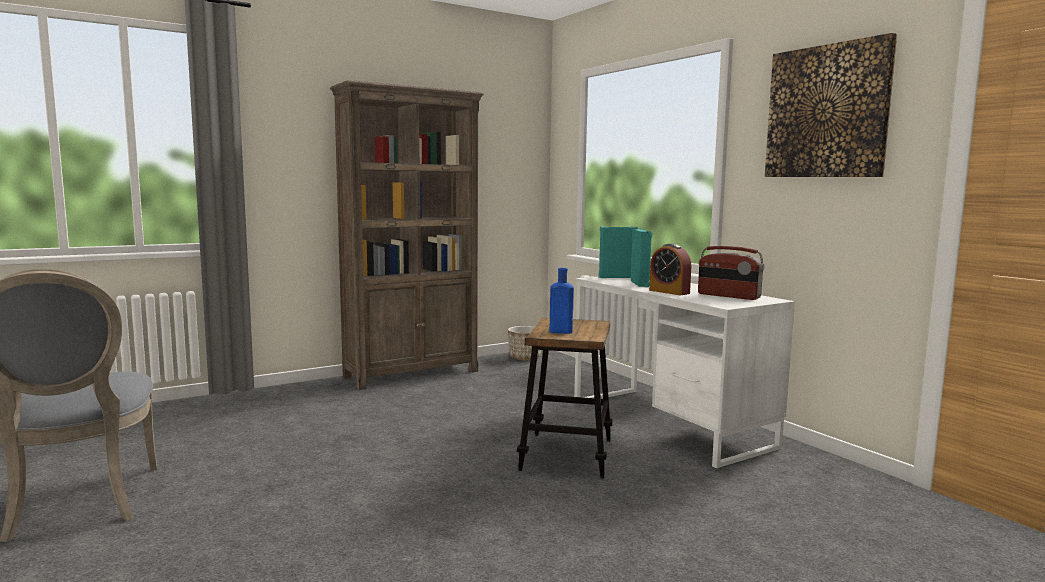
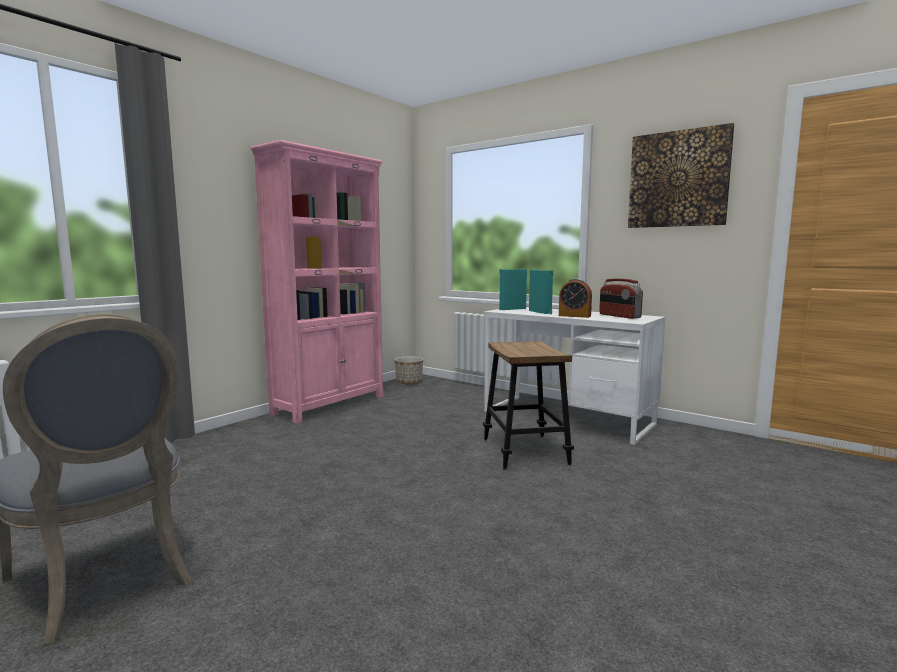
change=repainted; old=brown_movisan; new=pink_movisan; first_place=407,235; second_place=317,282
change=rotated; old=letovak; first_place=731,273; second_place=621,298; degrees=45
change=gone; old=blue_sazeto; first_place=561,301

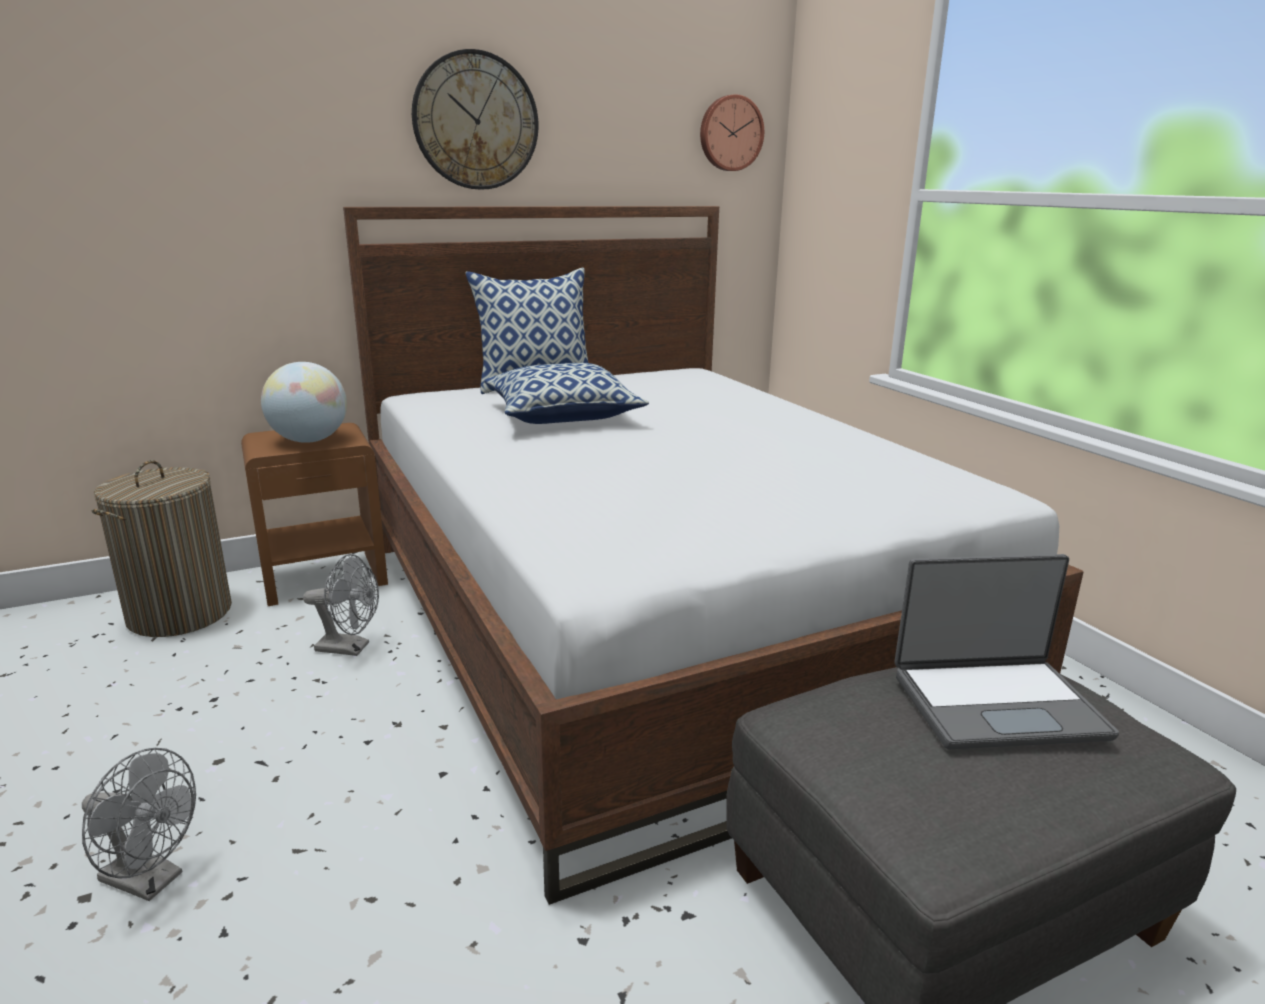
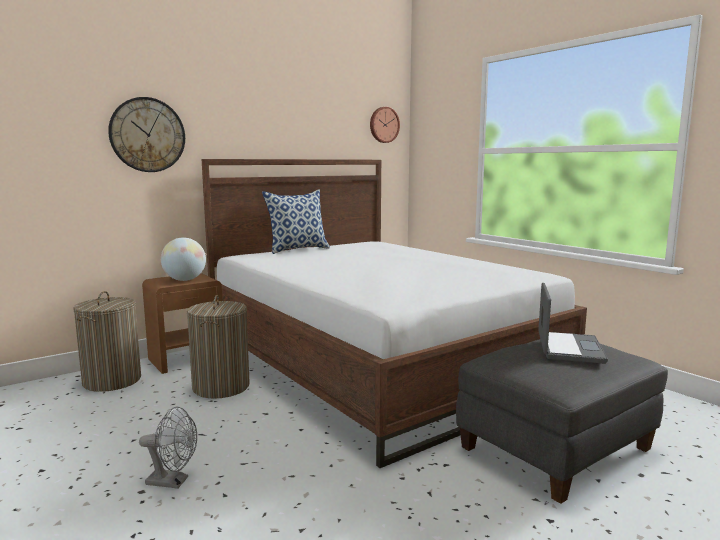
change=shifted; old=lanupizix; first_place=475,119; second_place=146,134
change=swapped; old=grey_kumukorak; new=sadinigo; first_place=341,605; second_place=218,347
change=rotated; old=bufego; first_place=1006,652; second_place=573,323; degrees=-60
change=gone; old=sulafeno; first_place=566,393

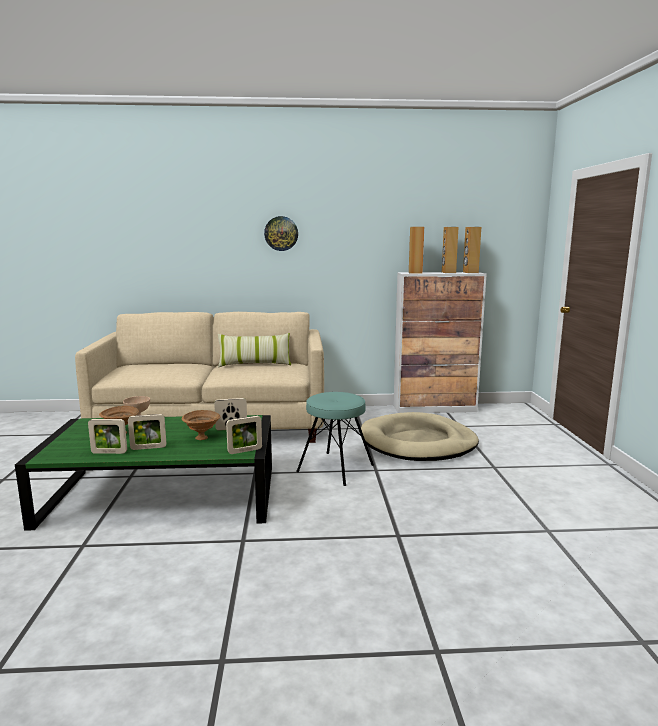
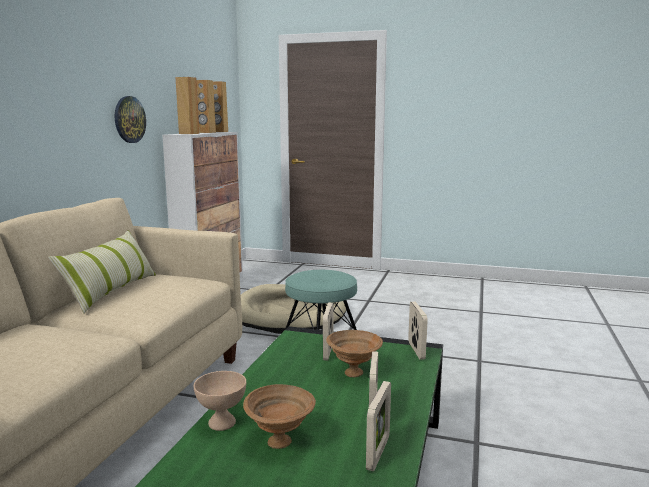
change=shifted; old=lanupizix; first_place=281,233; second_place=130,119

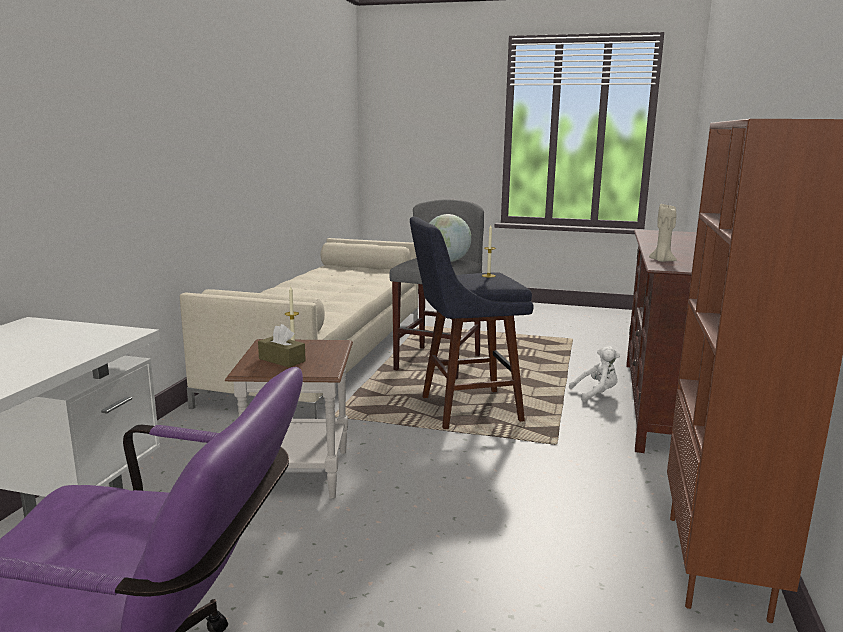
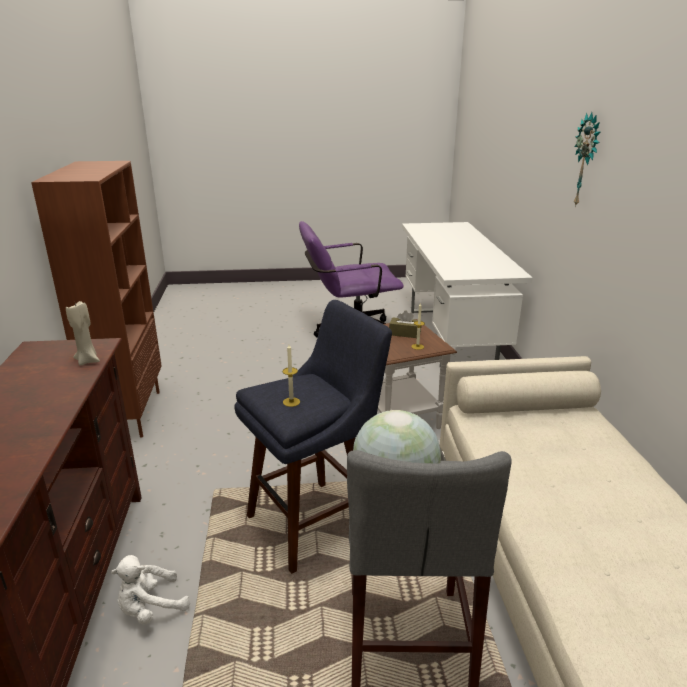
change=new; new=lanupizix; second_place=587,159

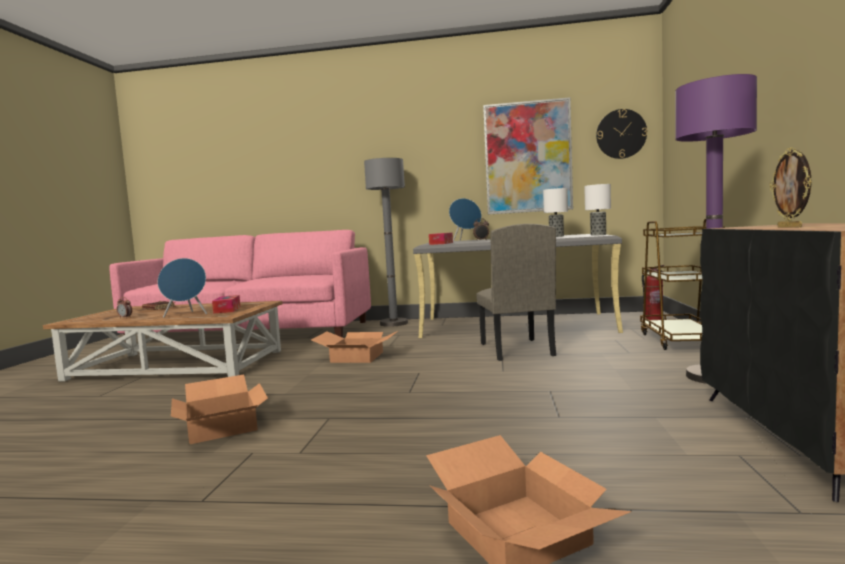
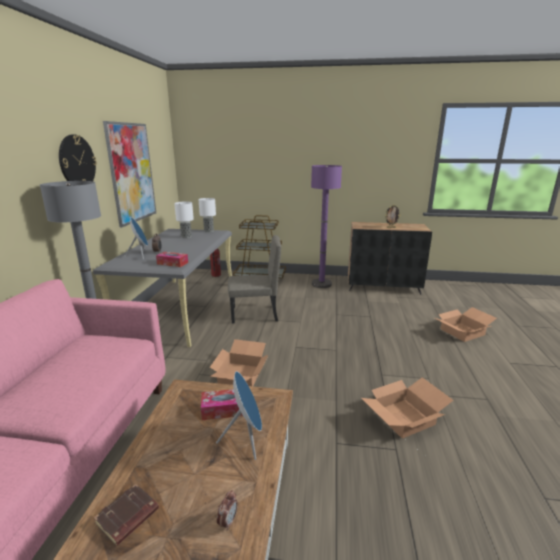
change=shifted; old=lanupizix; first_place=621,134; second_place=78,157

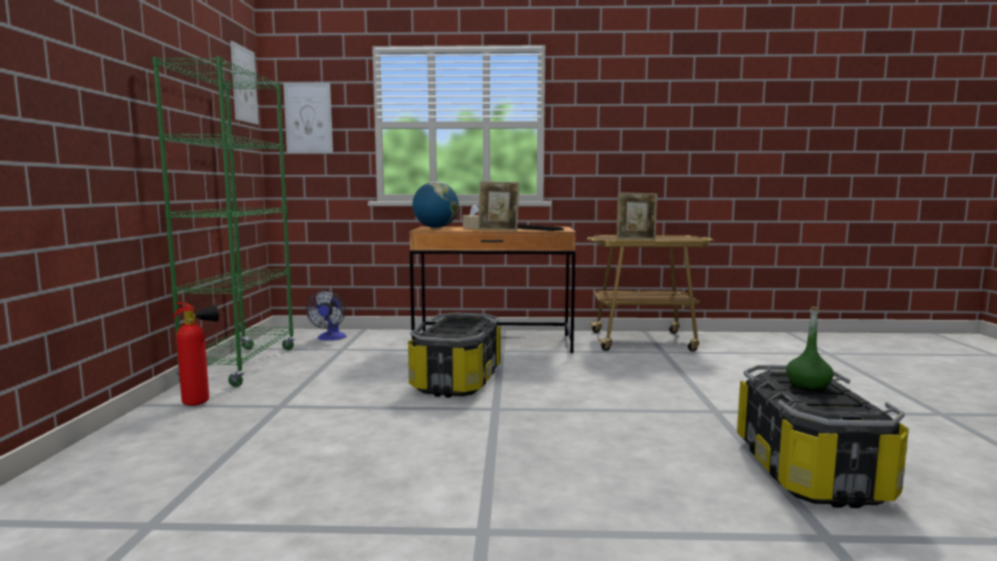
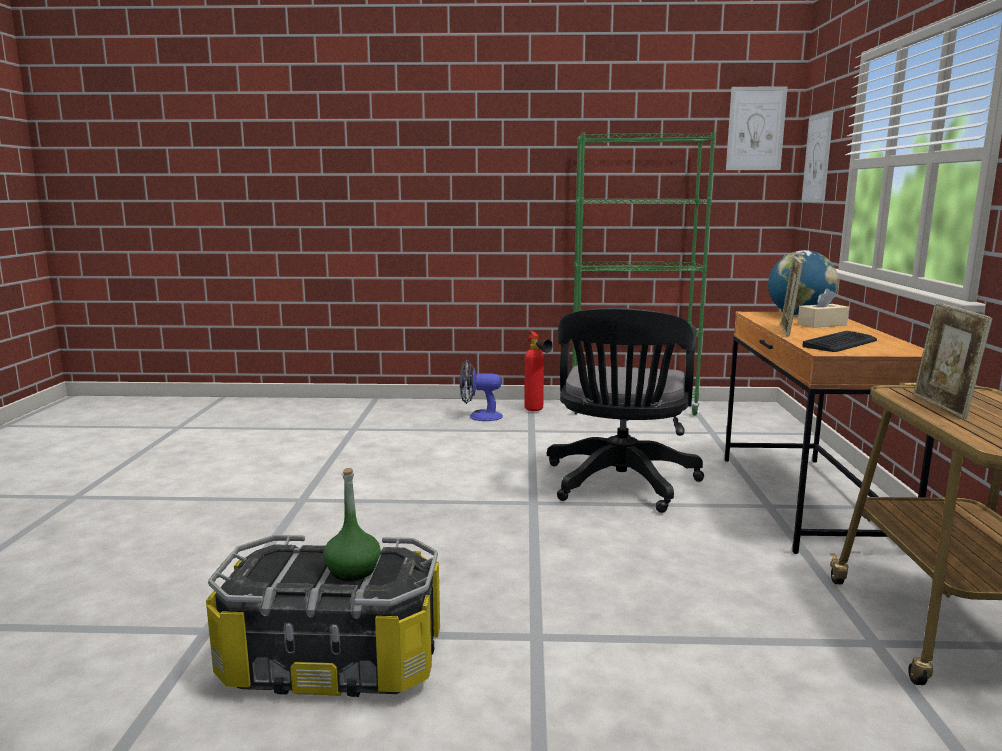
change=shifted; old=kumukorak; first_place=326,315; second_place=481,390
change=swapped; old=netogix; new=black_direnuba; first_place=454,355; second_place=625,410

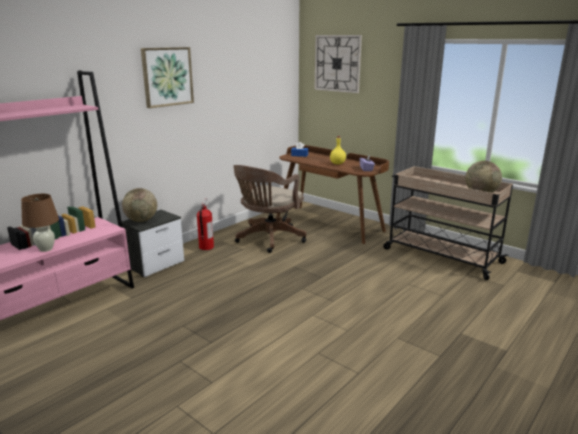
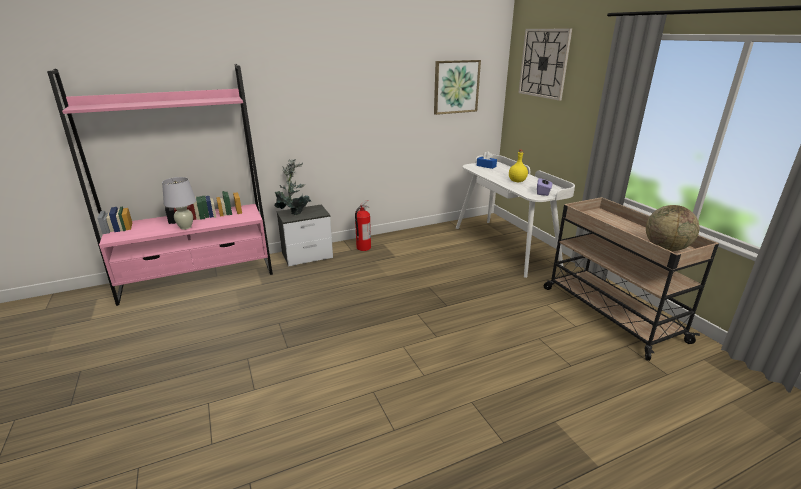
change=repainted; old=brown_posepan; new=white_posepan; first_place=40,223; second_place=179,203
change=swapped; old=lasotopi; new=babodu; first_place=139,205; second_place=292,187
change=shifted; old=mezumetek; first_place=167,77; second_place=457,87
change=repainted; old=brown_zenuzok; new=white_zenuzok; first_place=332,194; second_place=515,216
change=gone; old=brown_direnuba; first_place=270,209

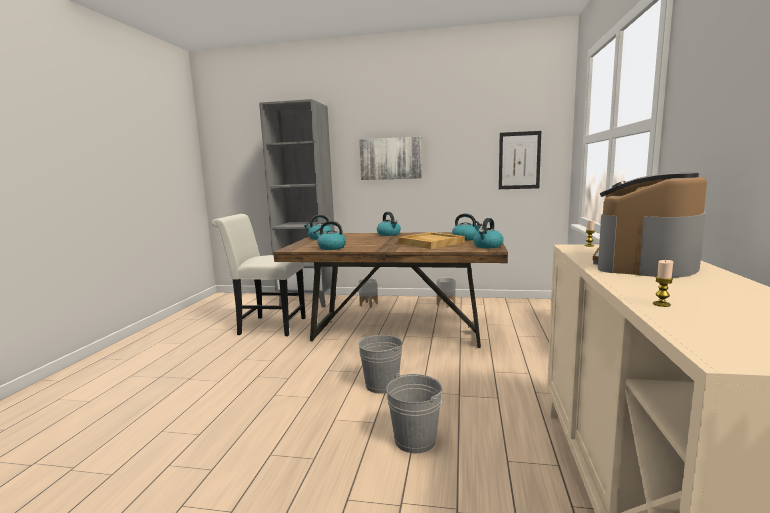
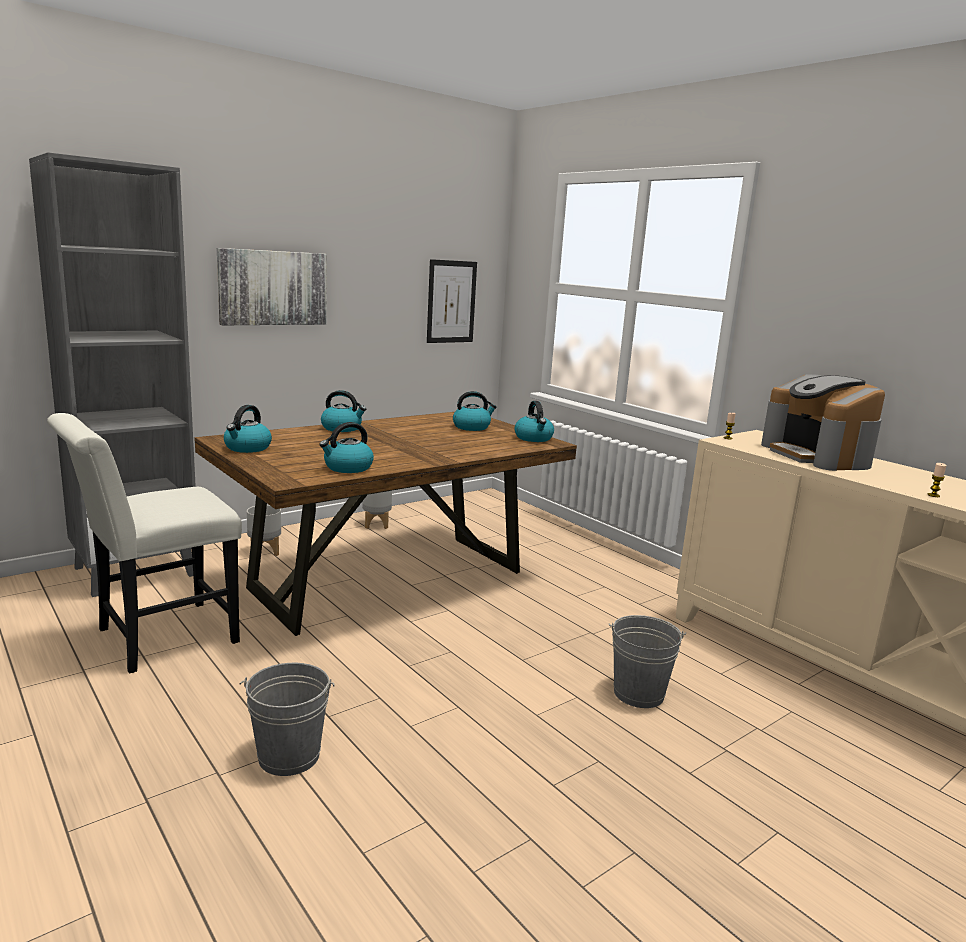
change=shifted; old=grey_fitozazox; first_place=380,364; second_place=287,719
change=gone; old=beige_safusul; first_place=431,240

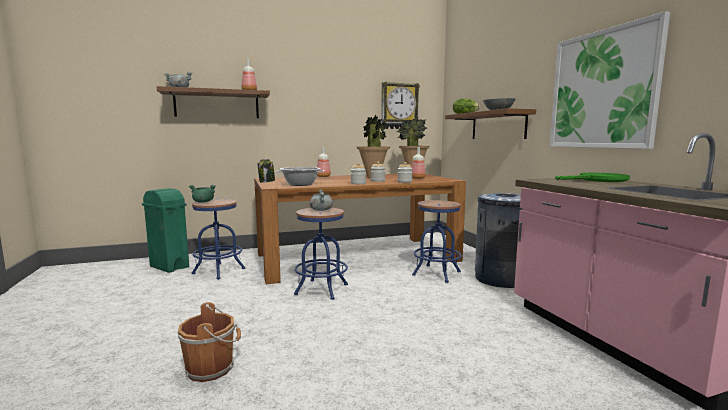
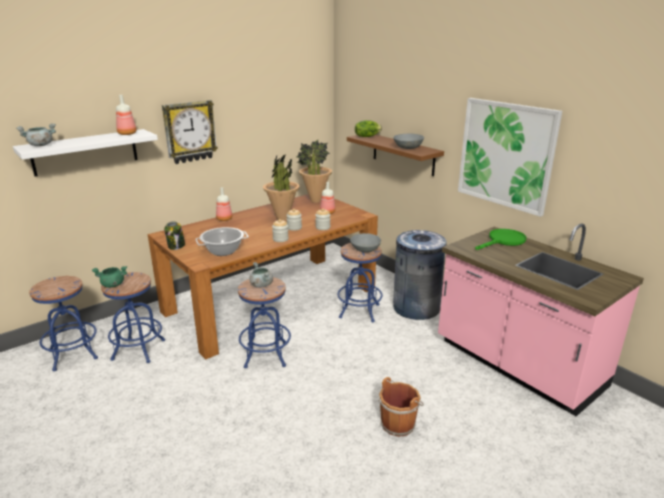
change=repainted; old=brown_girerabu; new=white_girerabu; first_place=213,102; second_place=85,153
change=swapped; old=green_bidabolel; new=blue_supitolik; first_place=165,230; second_place=63,323
change=shifted; old=lanupizix; first_place=400,105; second_place=190,132
change=new; new=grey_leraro; second_place=365,243
change=shifted; old=brown_fitozazox; first_place=209,342; second_place=401,407

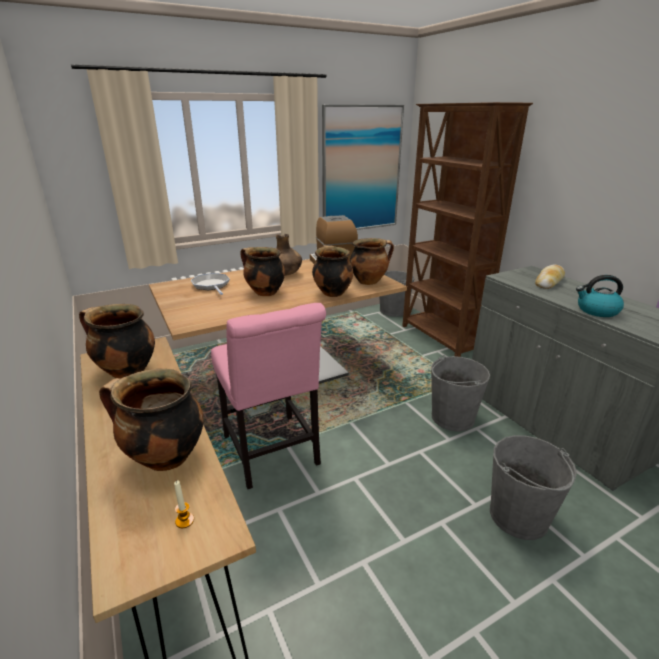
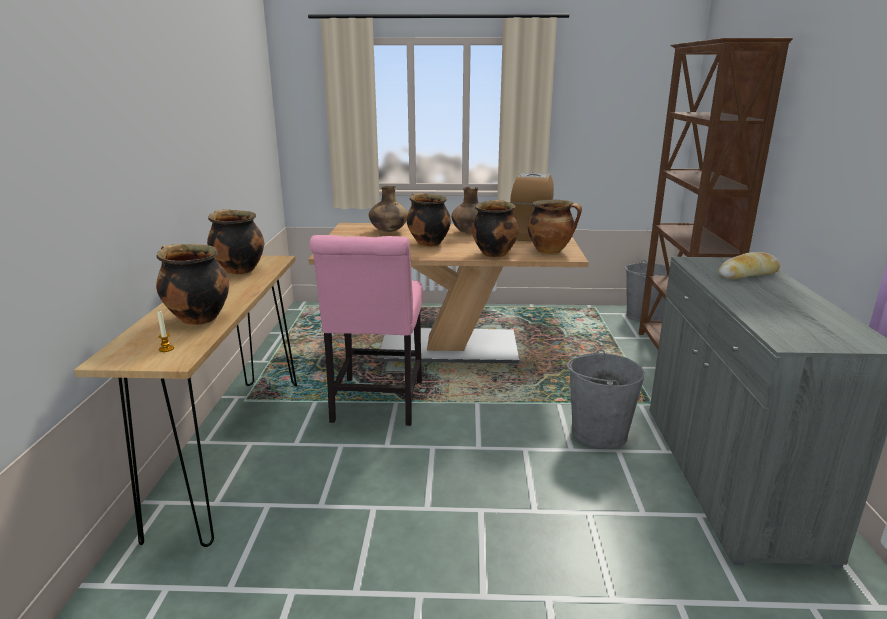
change=swapped; old=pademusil; new=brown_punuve; first_place=210,284; second_place=388,209
change=gone; old=mezumetek; first_place=363,167
change=gone; old=grey_fitozazox; first_place=533,487
change=gone; old=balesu; first_place=600,296

